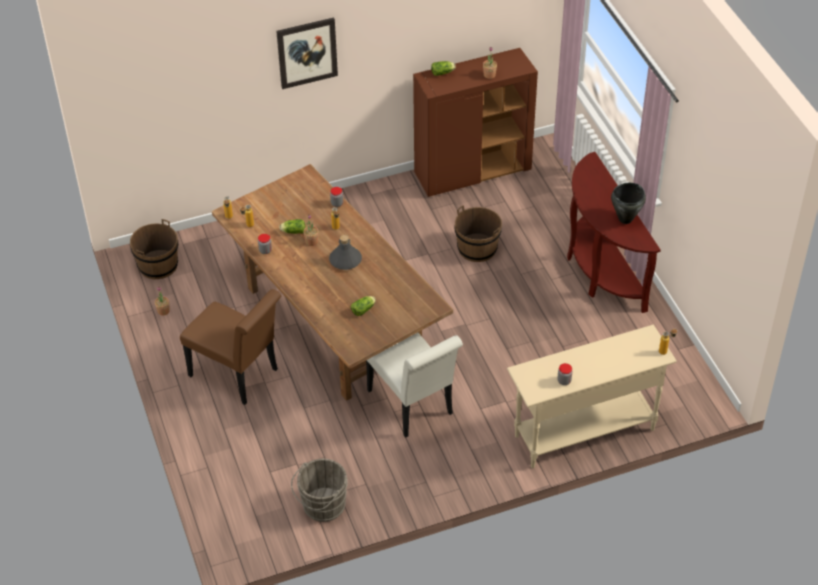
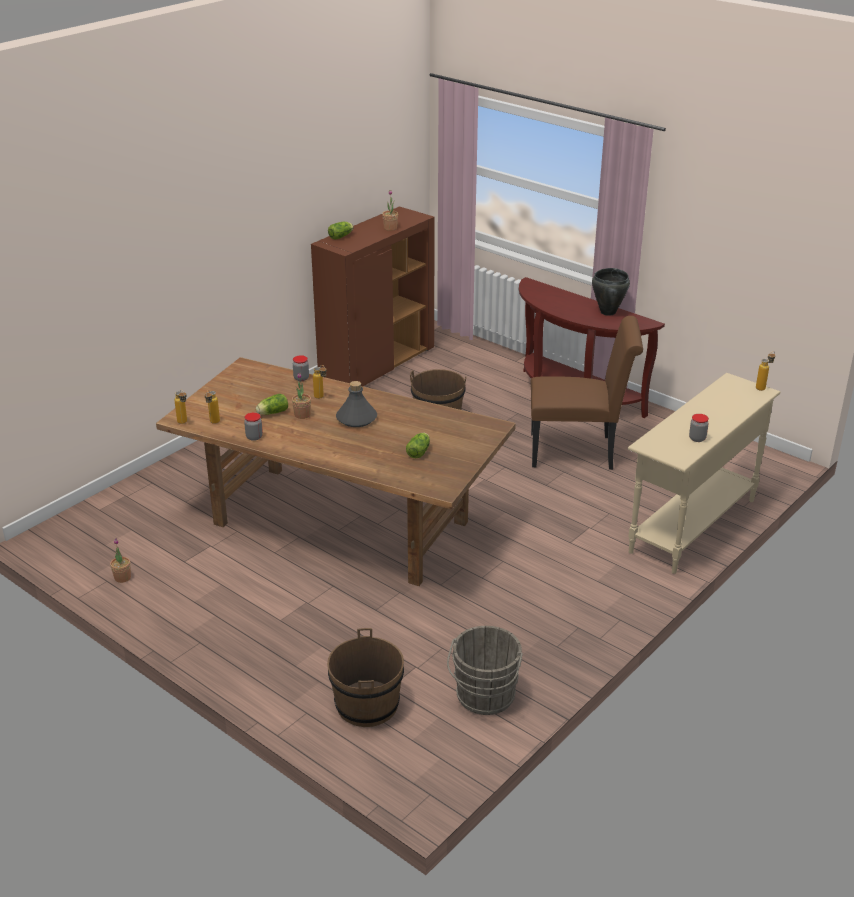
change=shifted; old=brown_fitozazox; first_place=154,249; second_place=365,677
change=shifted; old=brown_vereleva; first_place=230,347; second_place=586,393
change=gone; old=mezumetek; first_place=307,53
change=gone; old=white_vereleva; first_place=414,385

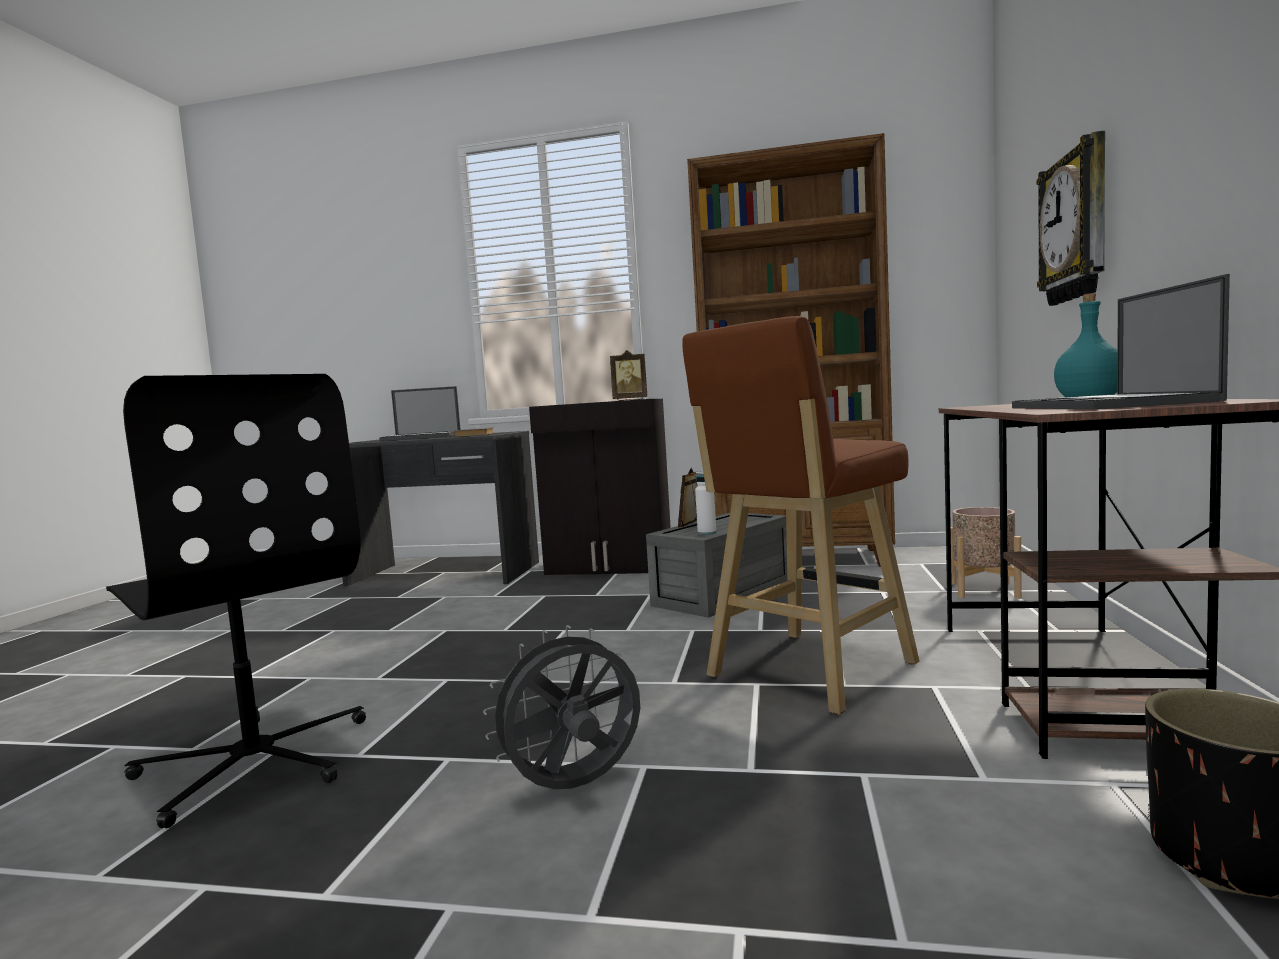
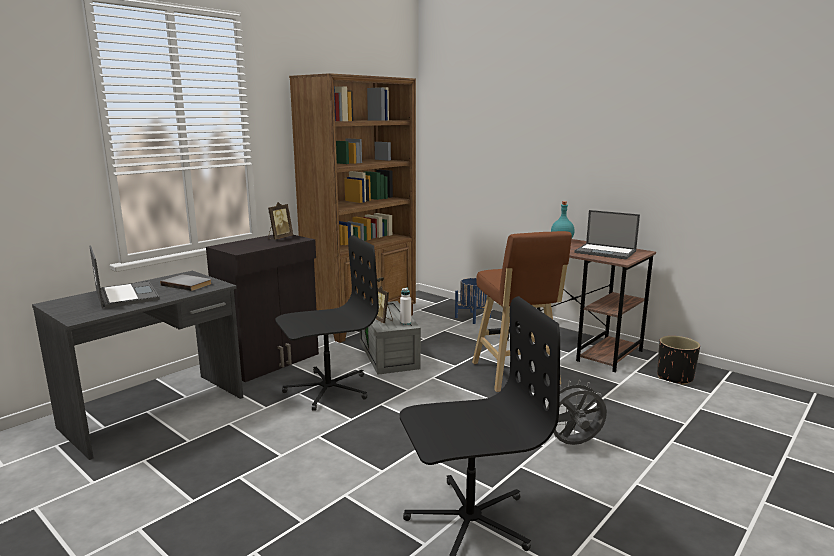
change=rotated; old=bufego; first_place=420,413; second_place=124,277; degrees=-60
change=new; new=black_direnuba; second_place=327,323
change=repainted; old=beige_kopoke; new=blue_kopoke; first_place=986,553; second_place=473,301
change=rotated; old=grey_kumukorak; first_place=561,707; second_place=576,412; degrees=75
change=gone; old=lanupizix; first_place=1071,218

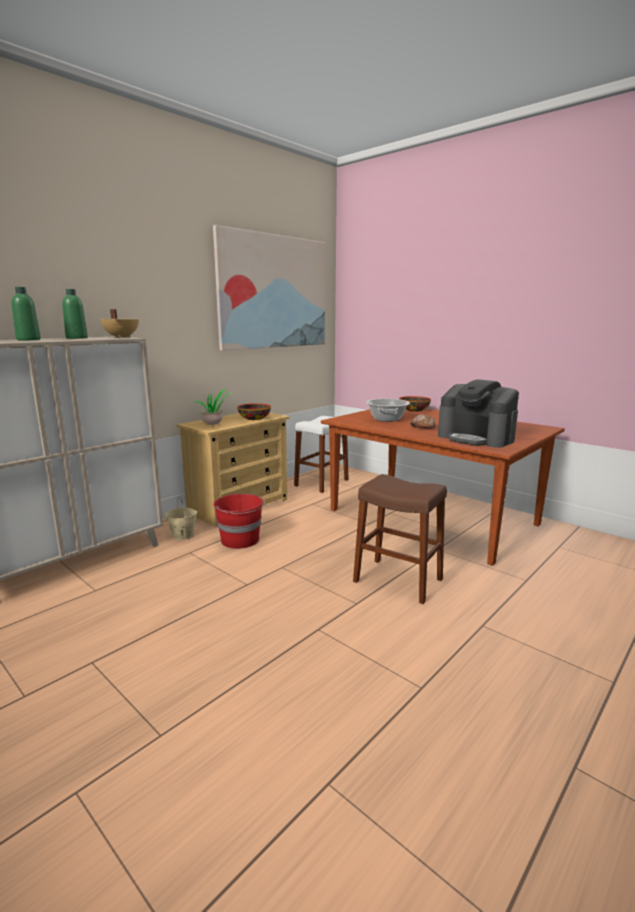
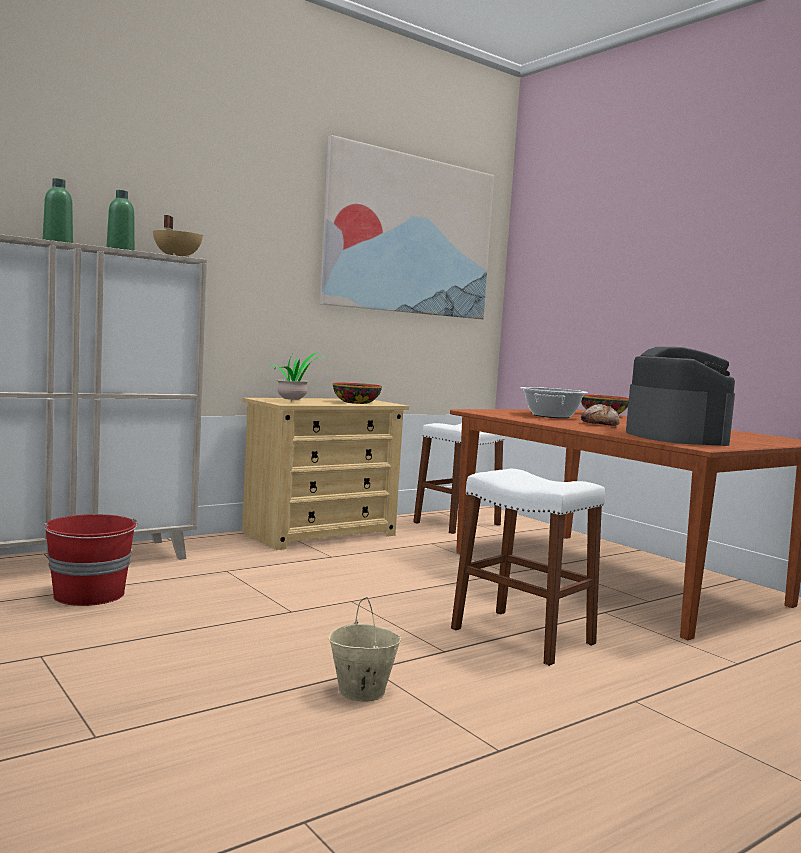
change=shifted; old=red_fitozazox; first_place=239,521; second_place=90,560
change=shifted; old=beige_fitozazox; first_place=181,519; second_place=364,649
change=repainted; old=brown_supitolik; new=white_supitolik; first_place=400,539; second_place=528,567
change=rotated; old=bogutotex; first_place=478,414; second_place=680,396; degrees=-150

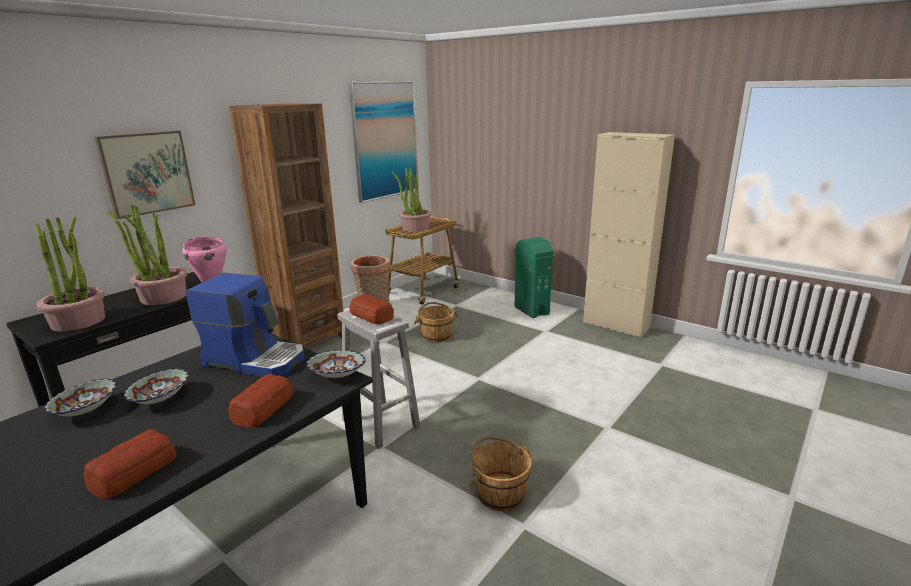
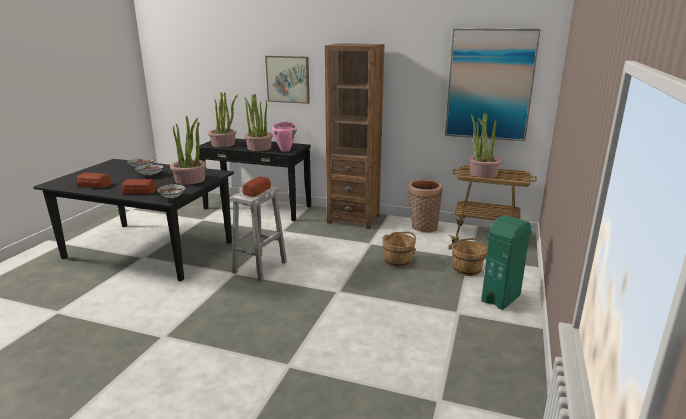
change=swapped; old=bogutotex; new=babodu; first_place=245,325; second_place=188,150
change=shifted; old=brown_fitozazox; first_place=500,473; second_place=467,257
change=gone; old=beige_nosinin; first_place=629,235

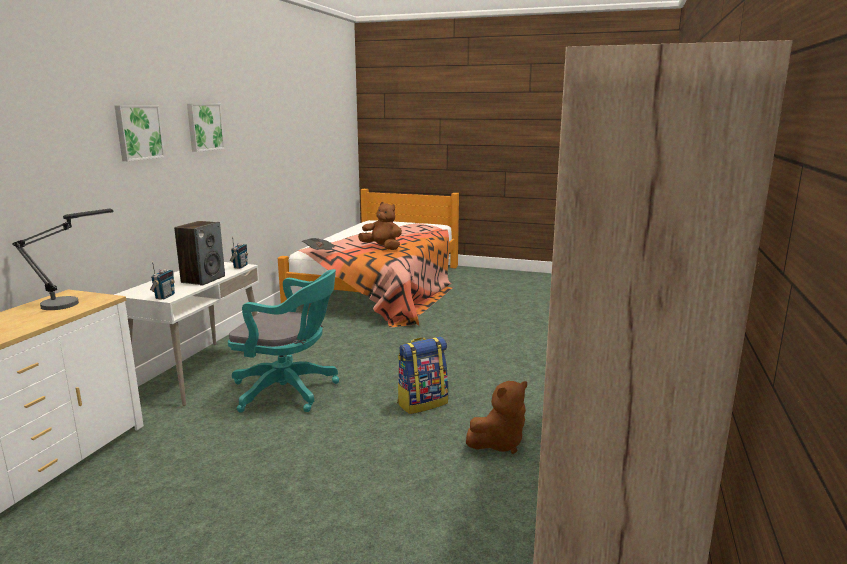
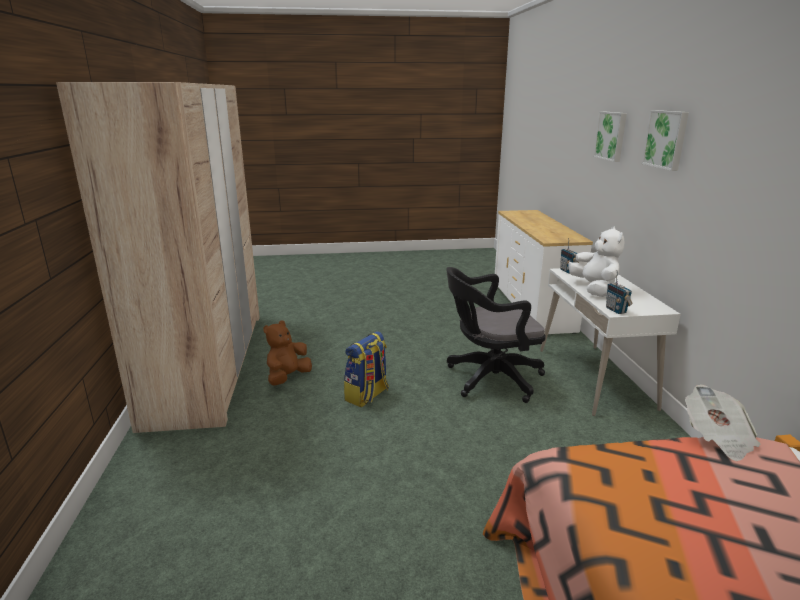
change=repainted; old=turquoise_direnuba; new=black_direnuba; first_place=283,341; second_place=496,335
change=swapped; old=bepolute; new=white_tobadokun; first_place=199,253; second_place=596,261
change=shifted; old=mezumetek; first_place=206,128; second_place=610,136
change=gone; old=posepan; first_place=62,259
change=gone; old=brown_tobadokun; first_place=380,226

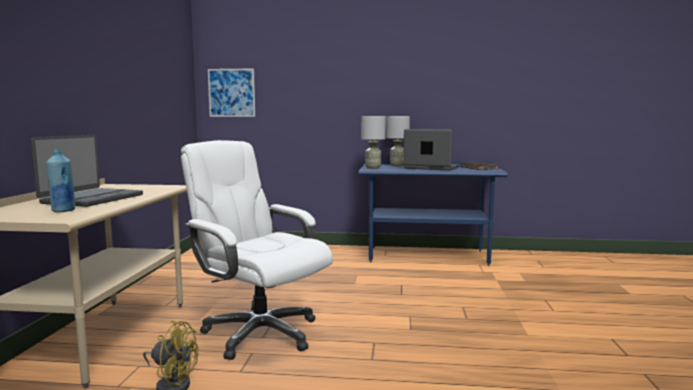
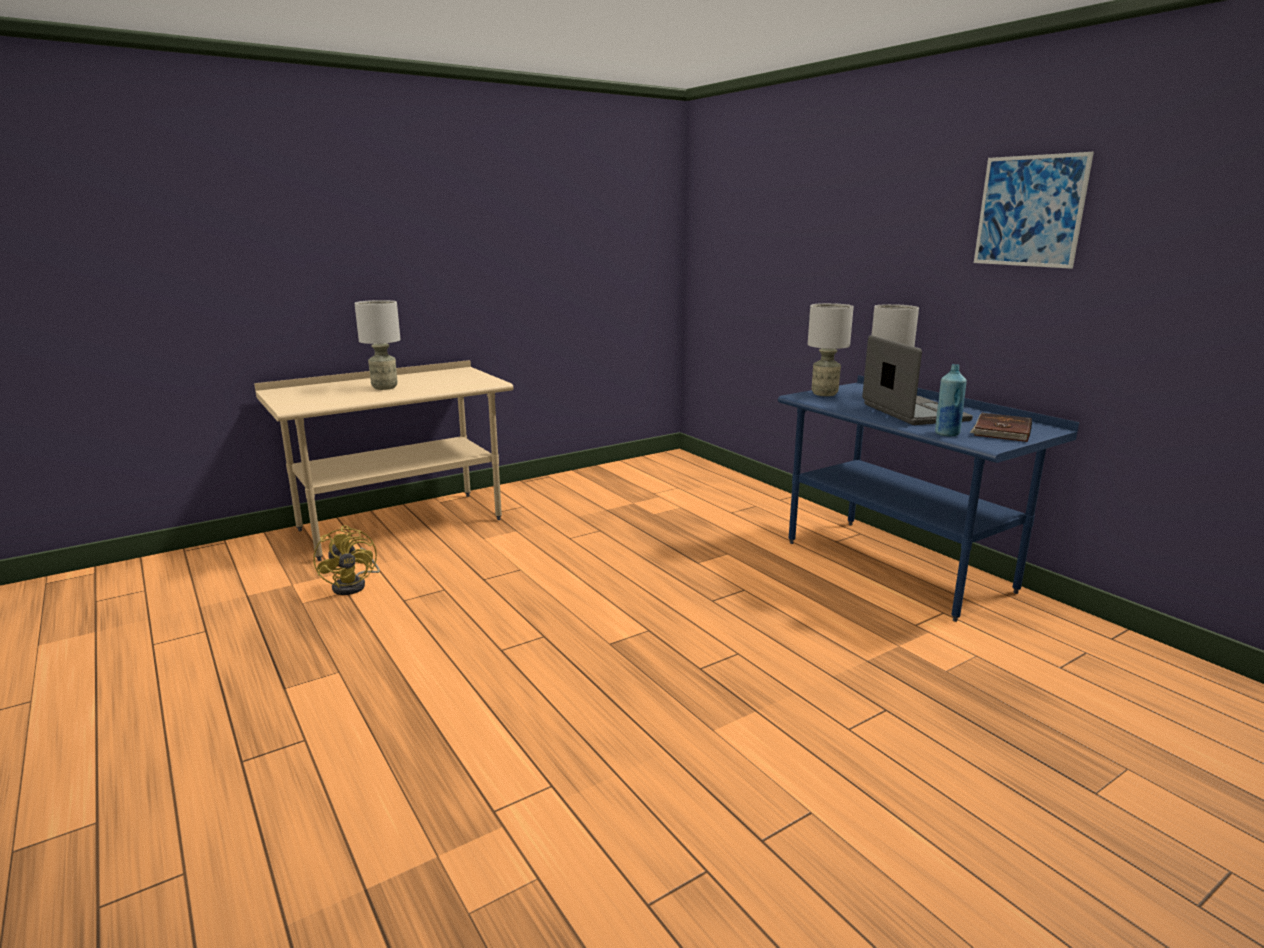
change=swapped; old=bufego; new=grey_posepan; first_place=87,171; second_place=377,345
change=shifted; old=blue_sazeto; first_place=60,180; second_place=951,400
change=shifted; old=mezumetek; first_place=231,93; second_place=1034,210
change=gone; old=white_direnuba; first_place=257,250

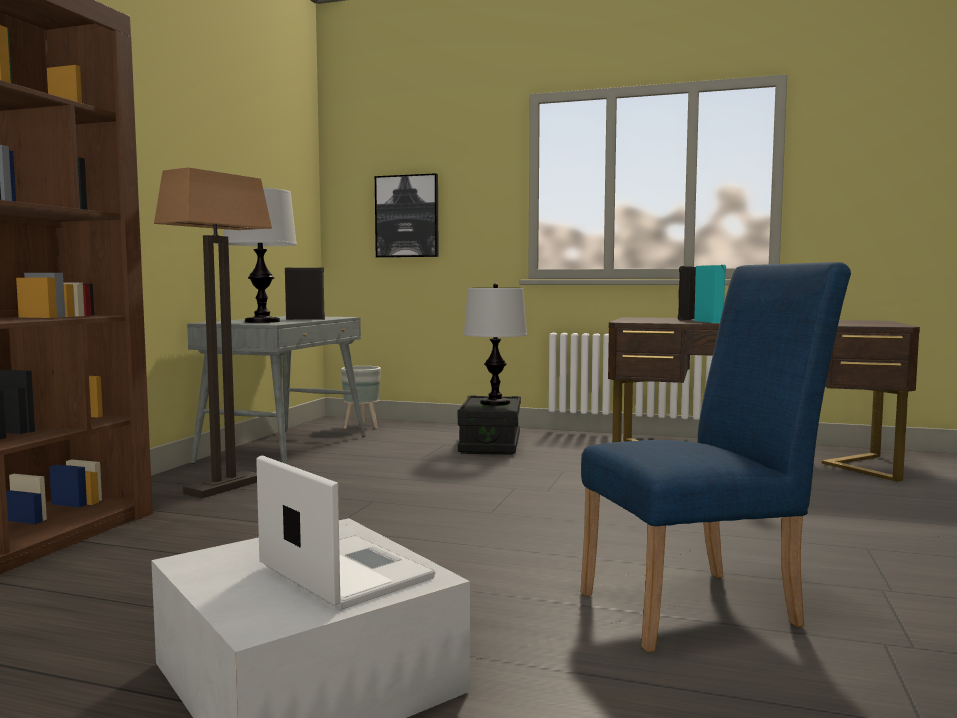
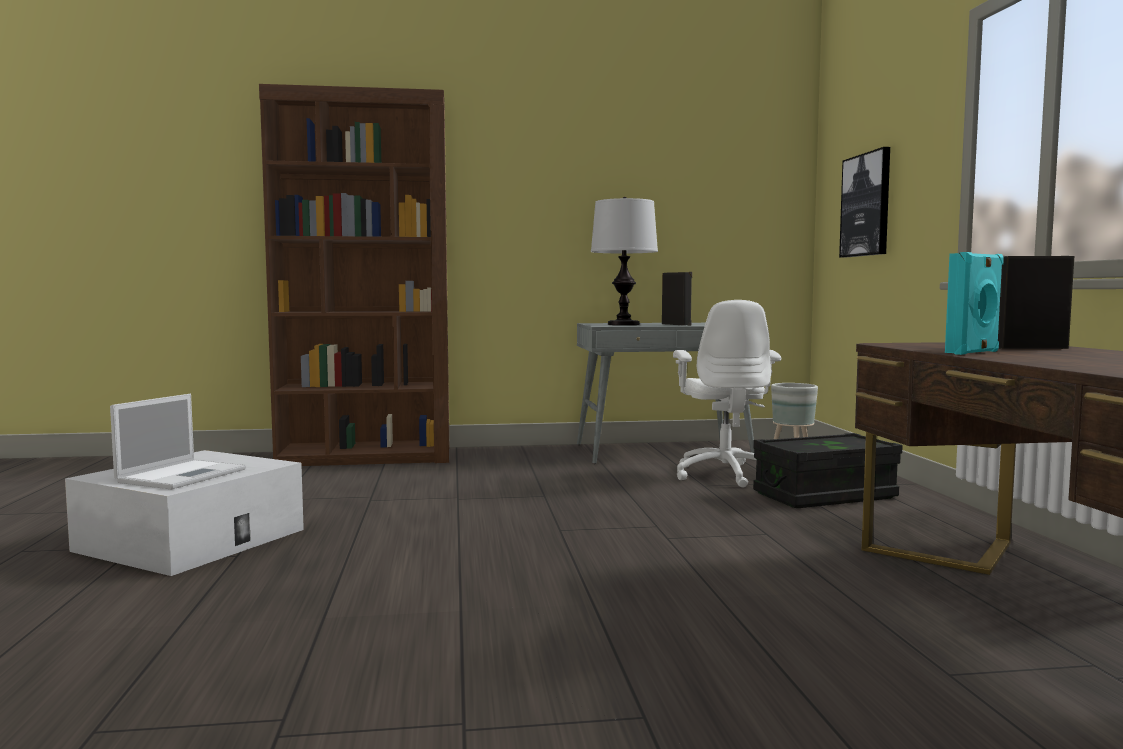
change=new; new=white_direnuba; second_place=727,393
change=gone; old=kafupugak; first_place=213,332
change=gone; old=posepan; first_place=495,344
change=gone; old=blue_vereleva; first_place=716,457

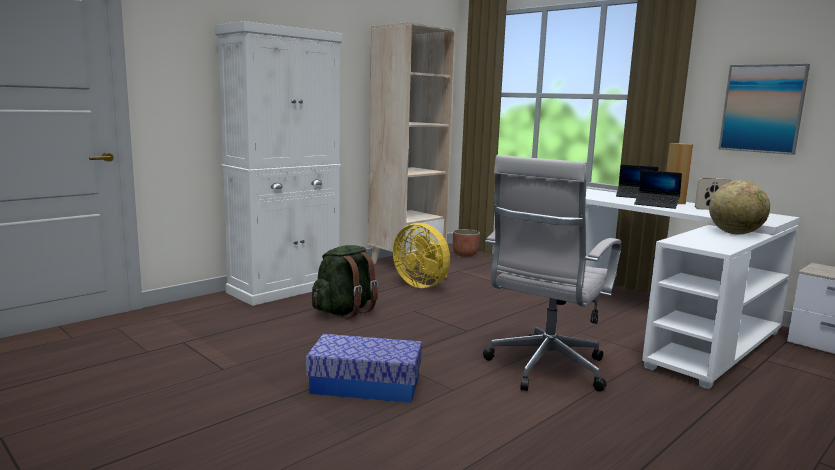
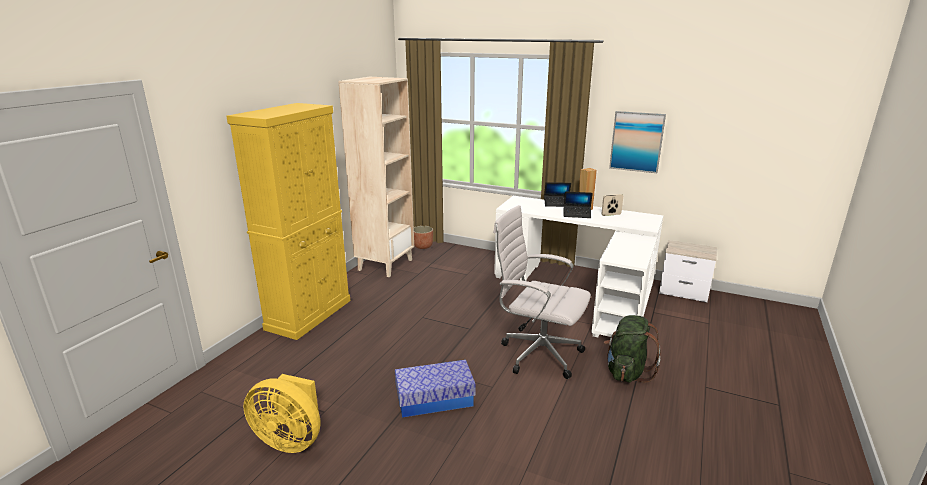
change=repainted; old=white_nosinin; new=yellow_nosinin; first_place=278,163; second_place=288,221
change=shifted; old=yellow_kumukorak; first_place=421,255; second_place=282,413
change=rotated; old=white_direnuba; first_place=552,273; second_place=542,292; degrees=105
change=shifted; old=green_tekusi; first_place=345,282; second_place=632,349
change=gone; old=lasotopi; first_place=739,207

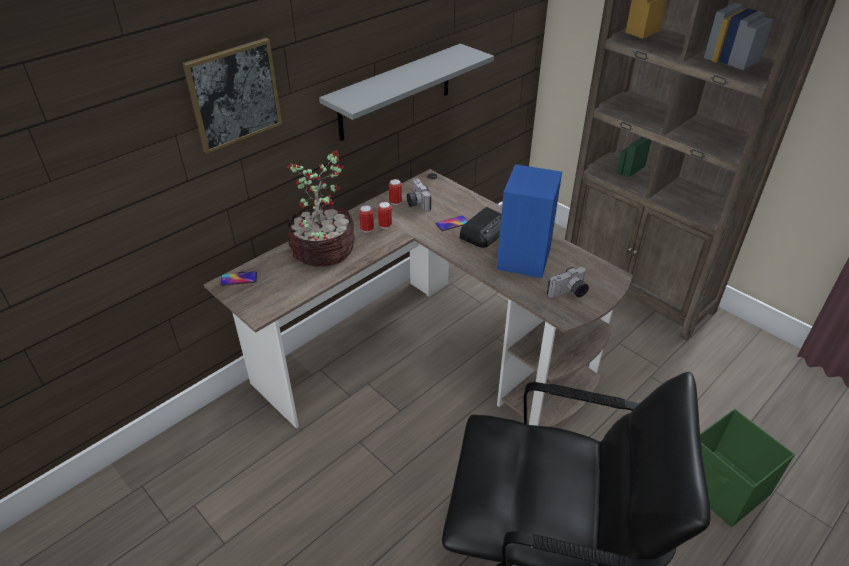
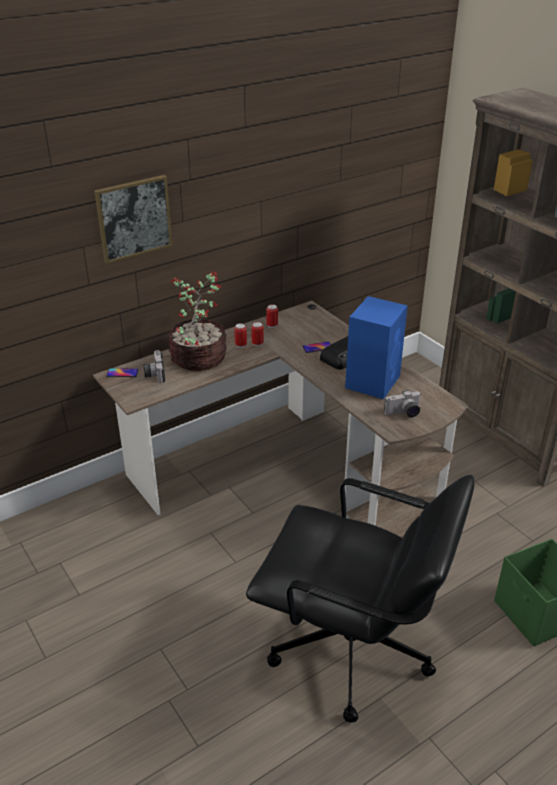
change=shifted; old=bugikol; first_place=419,195; second_place=154,366
change=gone; old=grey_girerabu; first_place=406,92

